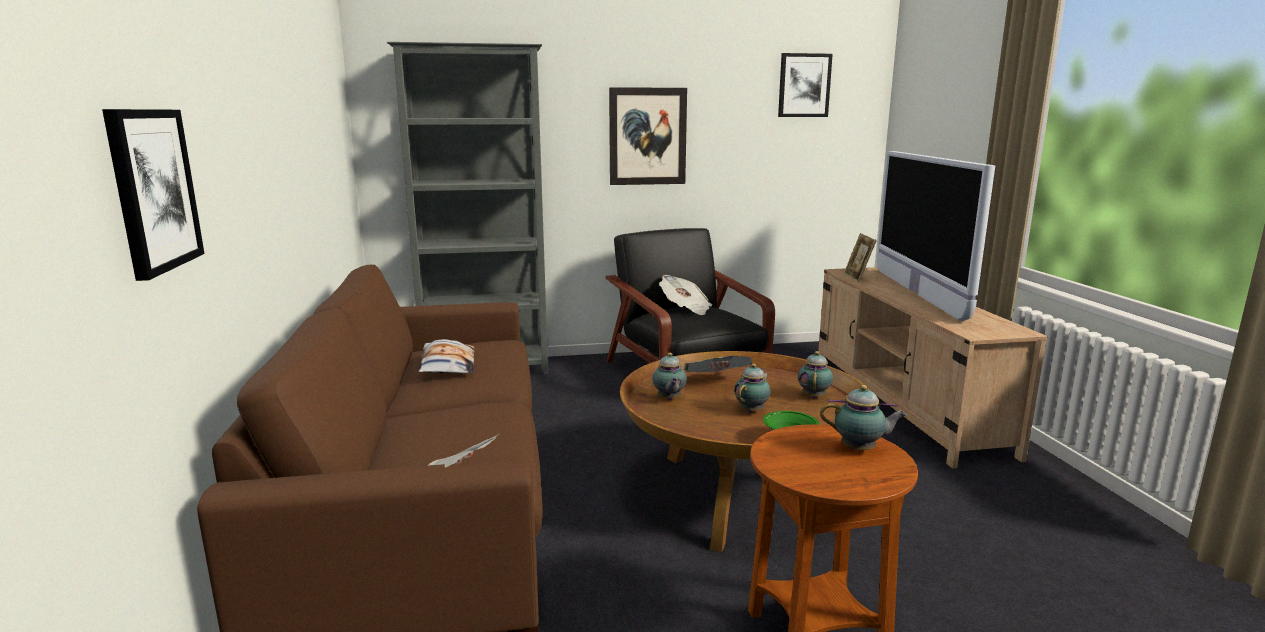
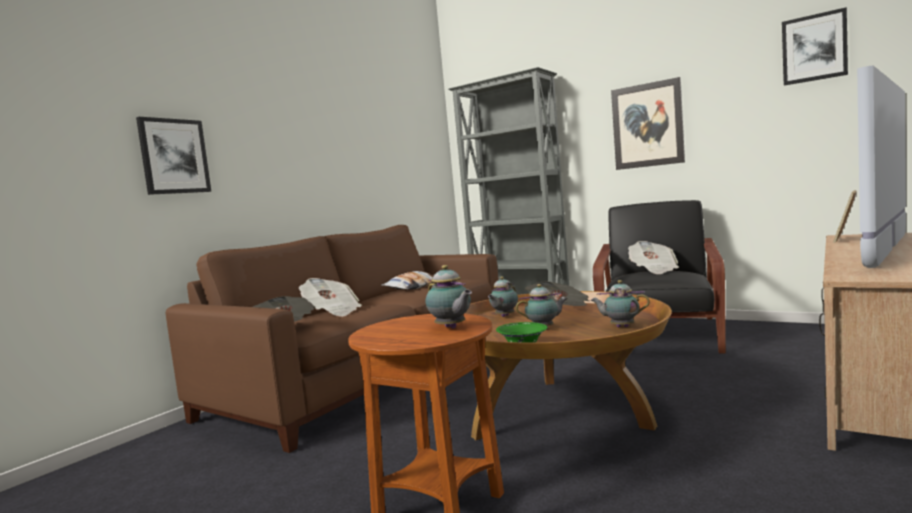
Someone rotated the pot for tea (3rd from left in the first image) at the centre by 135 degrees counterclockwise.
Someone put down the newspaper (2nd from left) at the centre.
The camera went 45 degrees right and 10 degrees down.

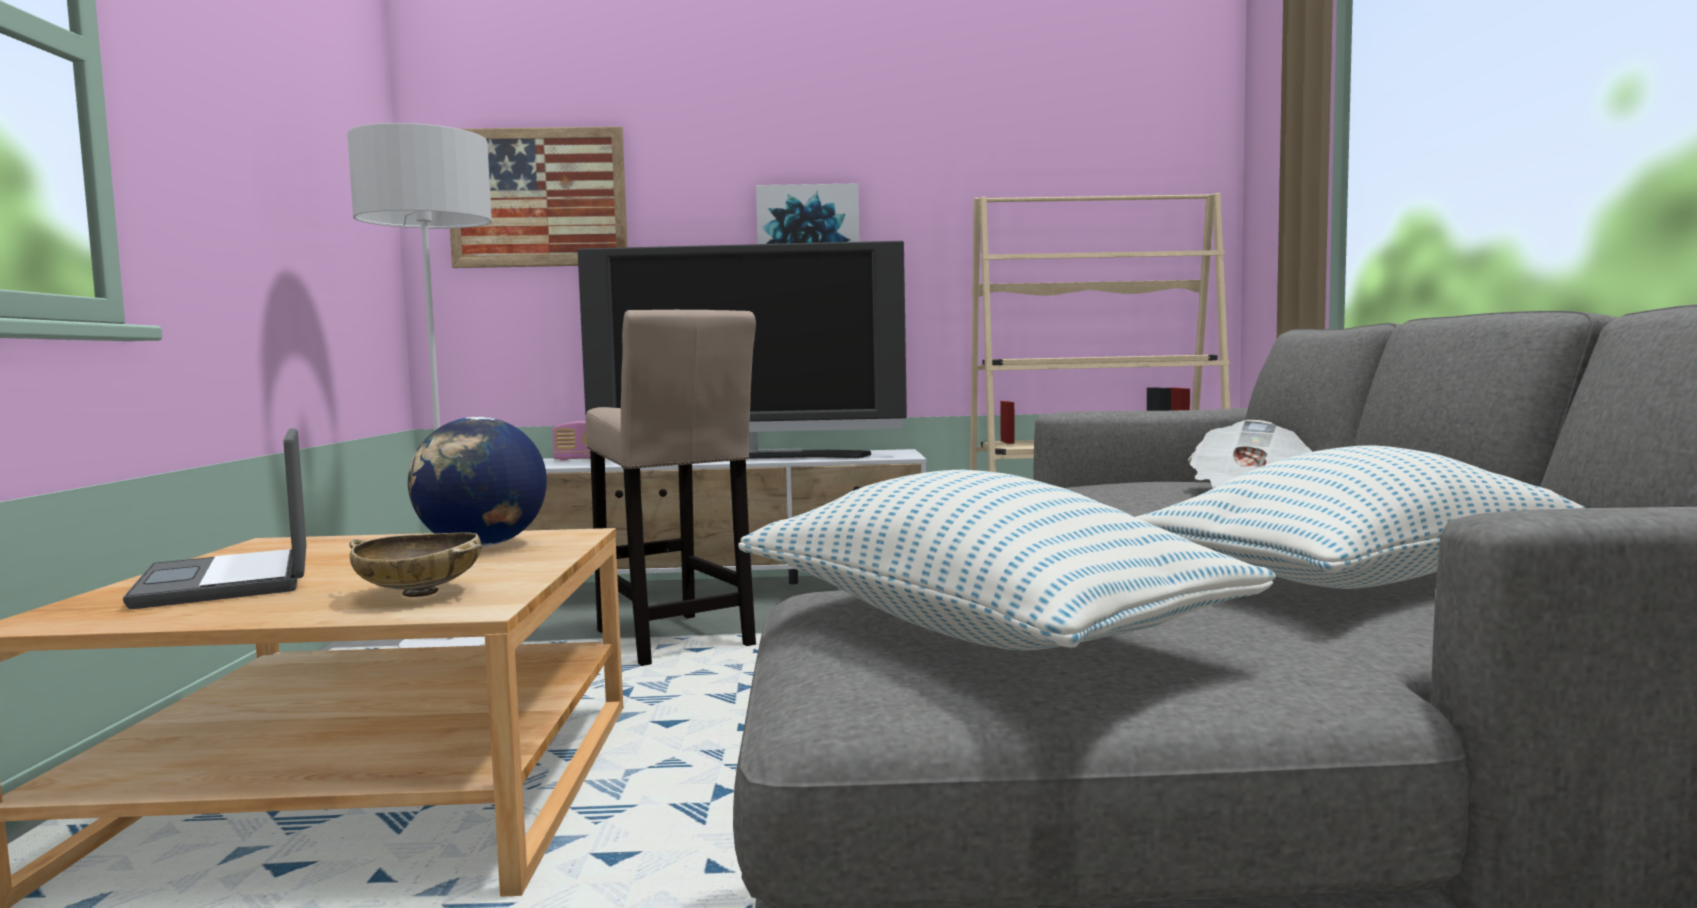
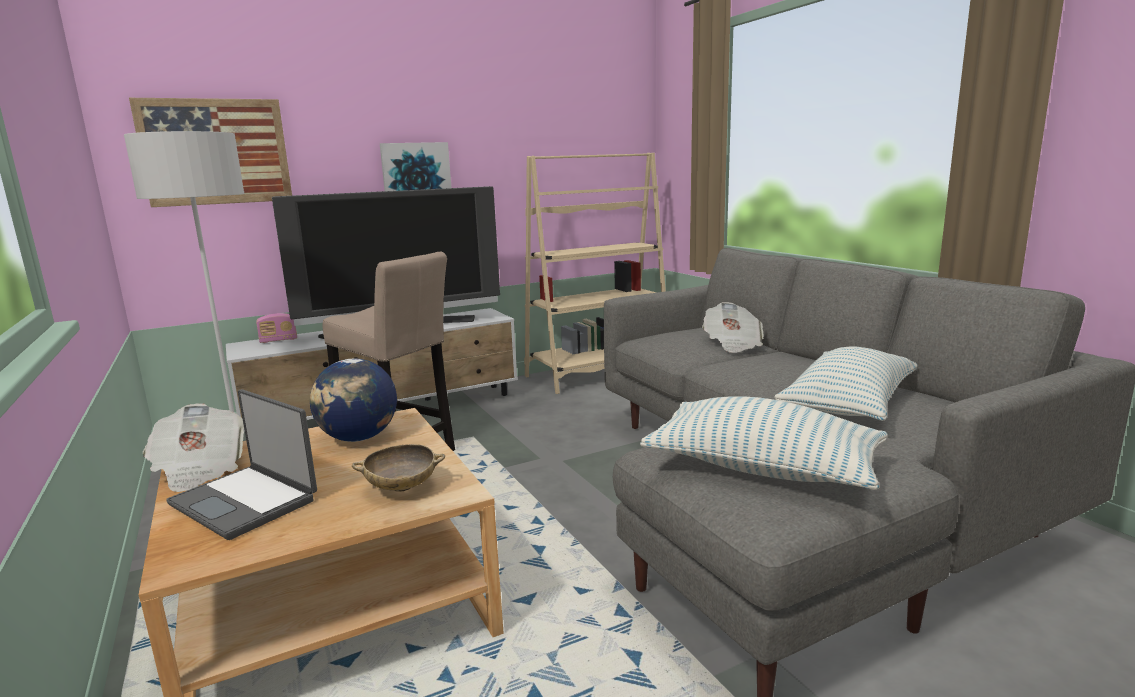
Someone put down the newspaper (1st from left) at the middle left.
The camera went 25 degrees left and 10 degrees up.

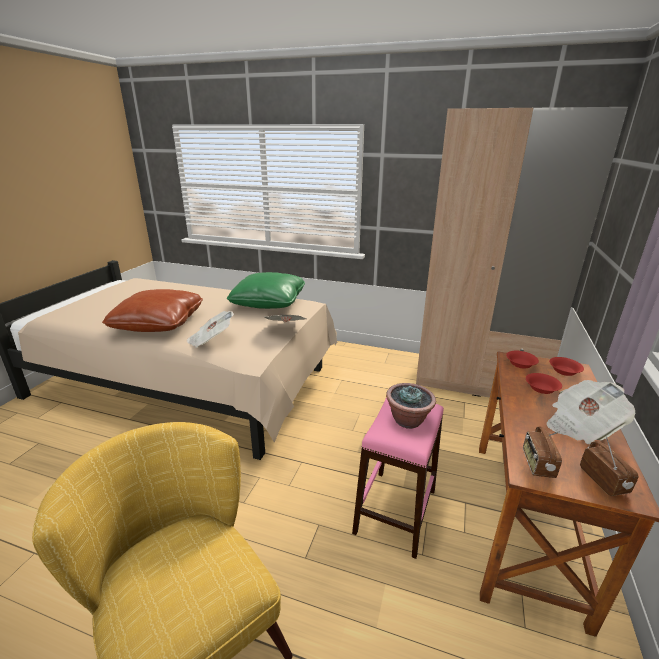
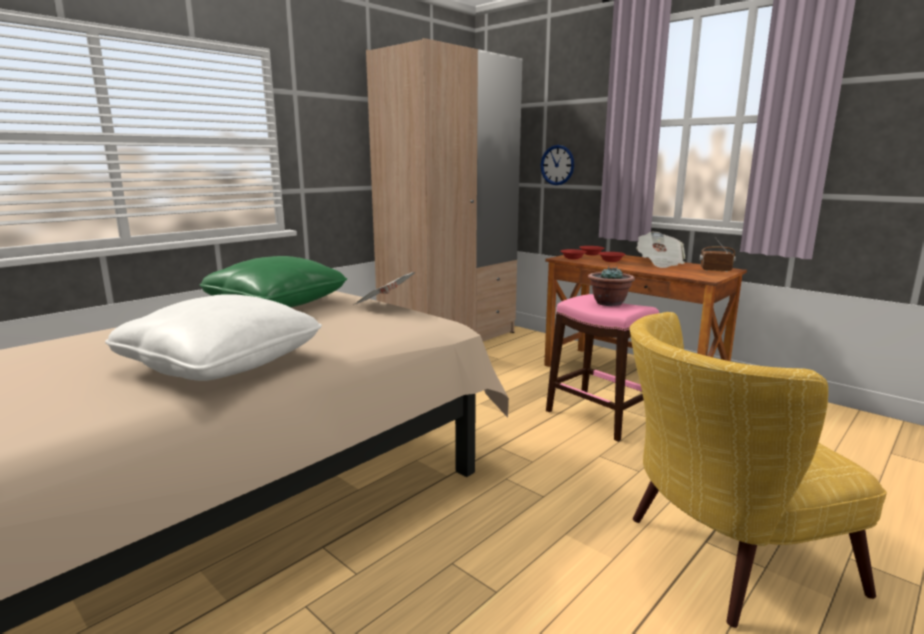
Someone repainted the brown-coloured pillow at the middle left, which became the white-coloured pillow at the middle left.
Someone took away the newspaper (1st from left) at the middle left.
Someone took away the radio receiver (1st from left) at the bottom right.
Someone put up the clock on the wall at the top centre.
The camera went 65 degrees left and 10 degrees down.

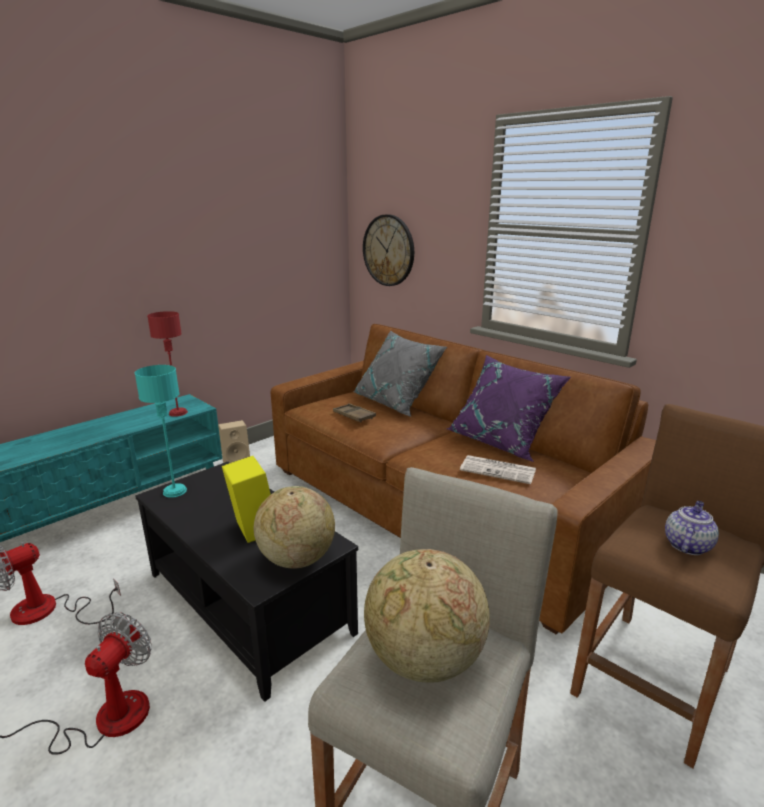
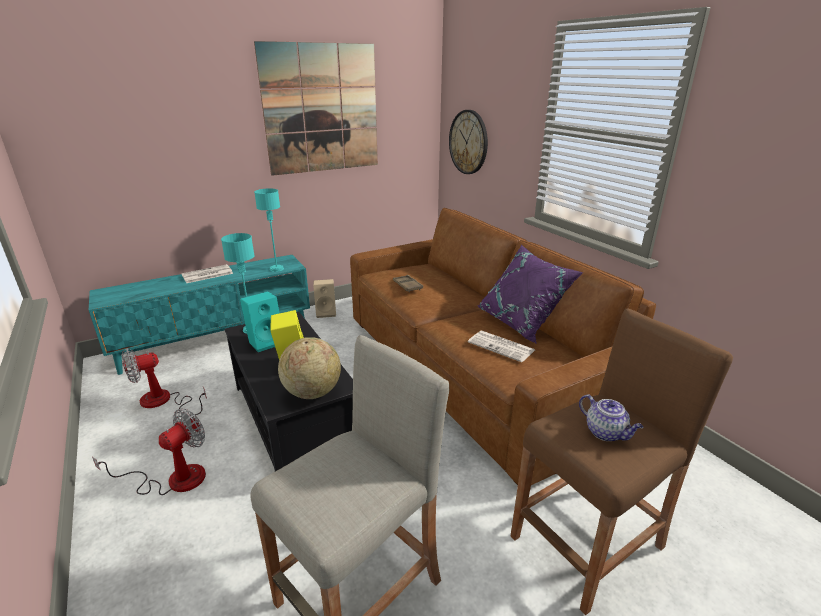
Someone repainted the red-coloured tabletop lamp at the middle left, which became the turquoise-coloured tabletop lamp (2nd from left) at the middle left.
Someone took away the gray pillow at the centre.
Someone rotated the pot for tea at the middle right by 90 degrees clockwise.
Someone took away the globe (2nd from left) at the bottom centre.
Someone put up the picture at the top centre.
Someone put down the newspaper (1st from left) at the middle left.
Someone put down the turquoise-coloured loudspeaker at the middle left.
The camera went 15 degrees right and 5 degrees up.

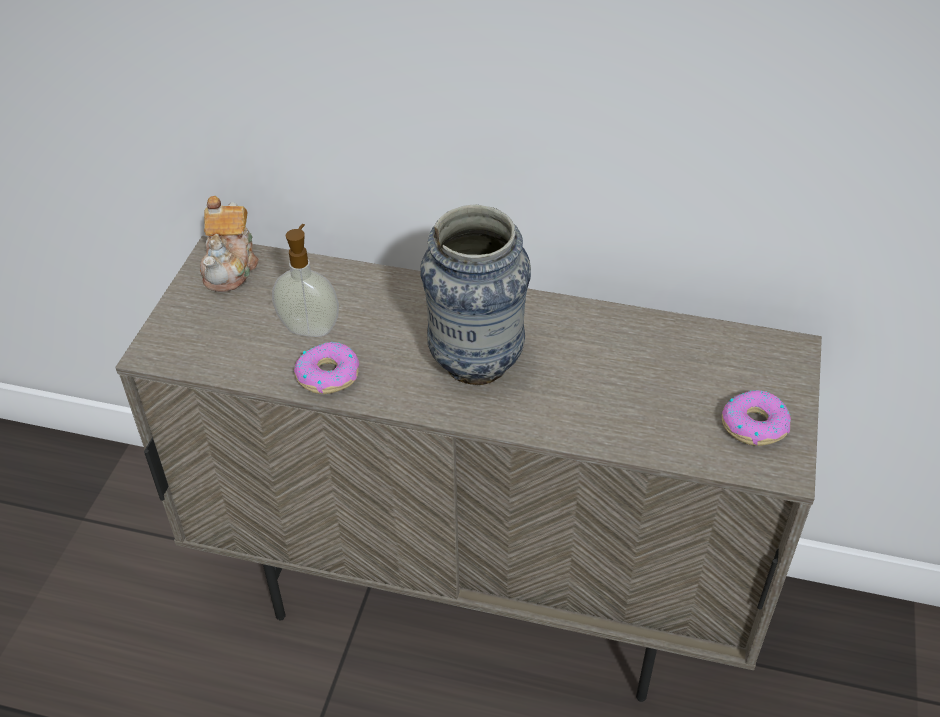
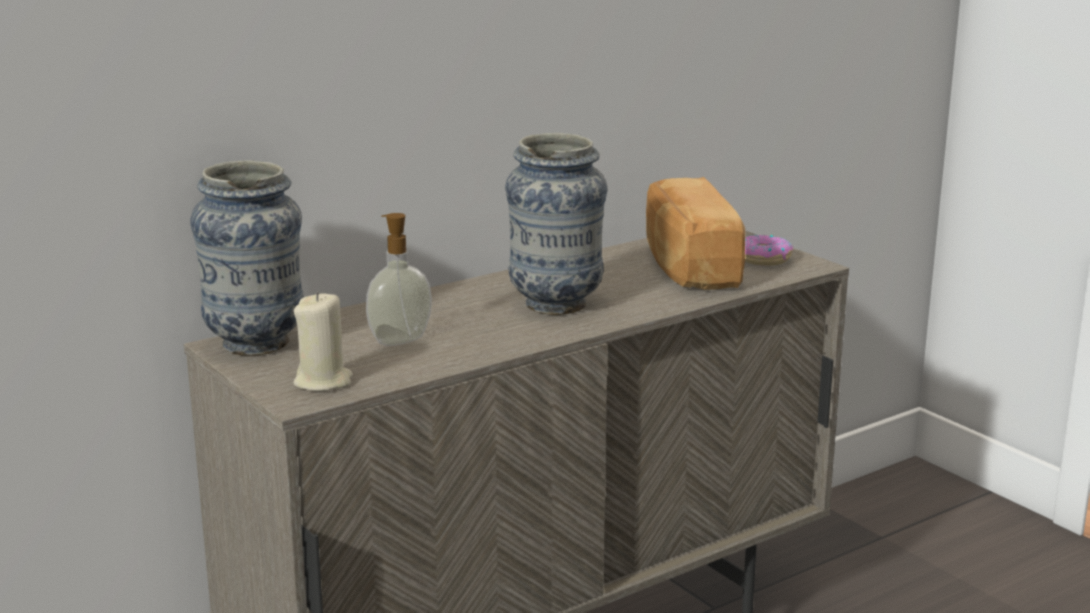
Someone swapped the pot for tea at the middle left for the flower vase (1st from left) at the middle left.
Someone took away the doughnut (1st from left) at the centre.
Someone put down the bakery bread at the centre.
Someone put down the beige candle at the middle left.
The camera went 50 degrees left and 25 degrees down.

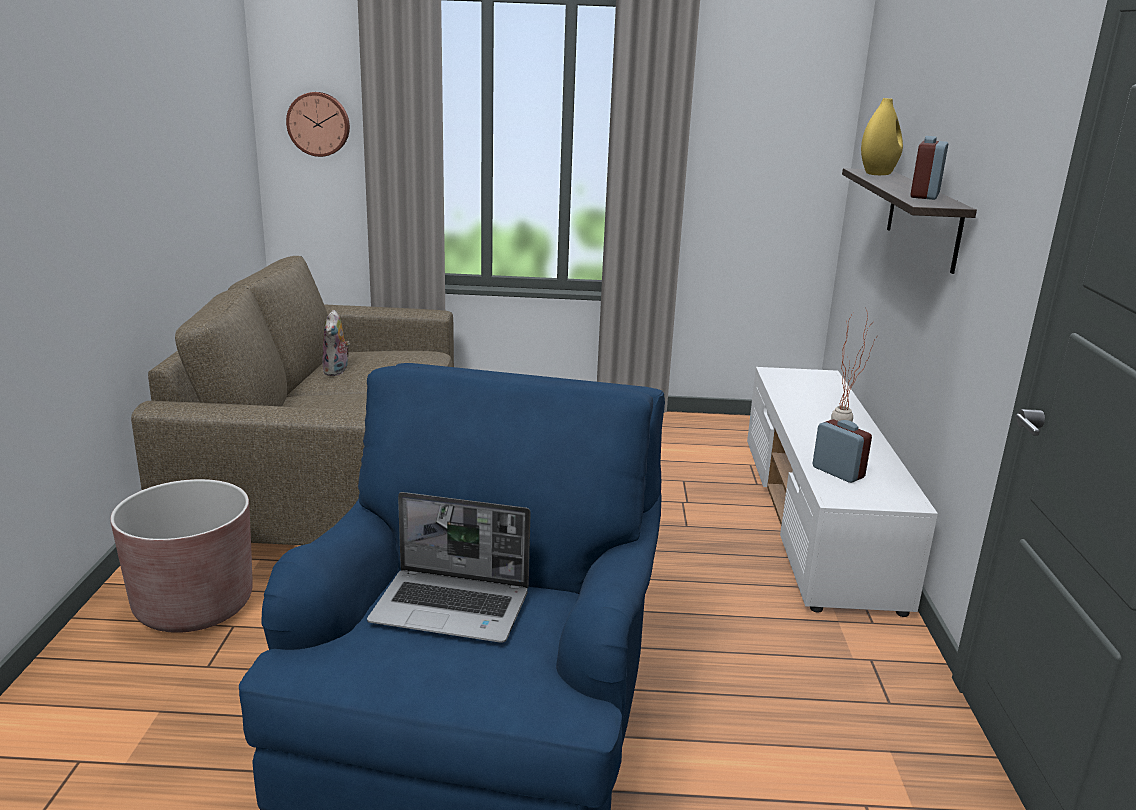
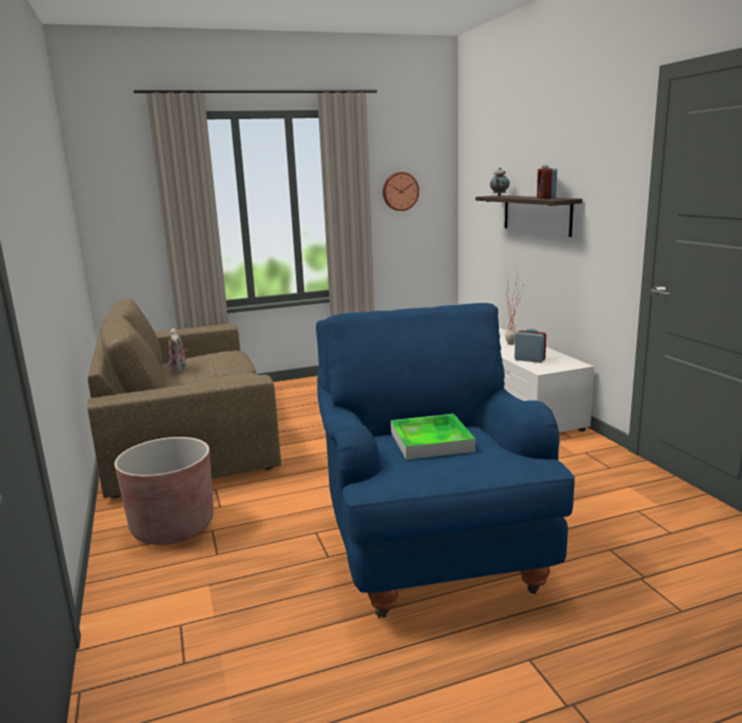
Someone carried the clock on the wall from the top left to the top centre.
Someone swapped the yellow flower vase at the top right for the pot for tea at the top right.
Someone swapped the laptop at the bottom centre for the serving tray at the centre.
The camera went 20 degrees left and 5 degrees down.

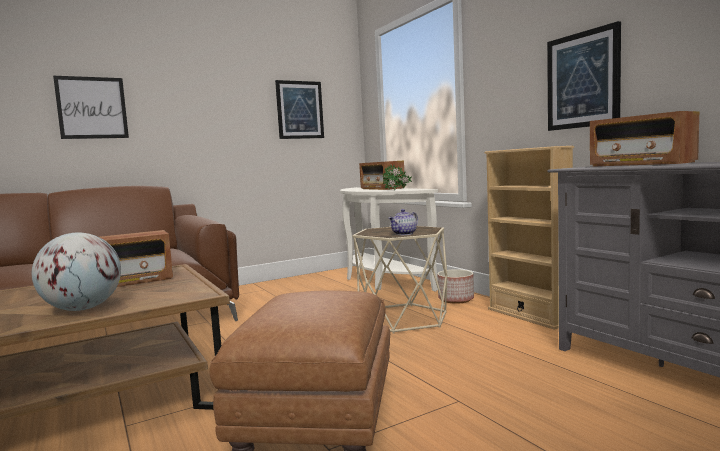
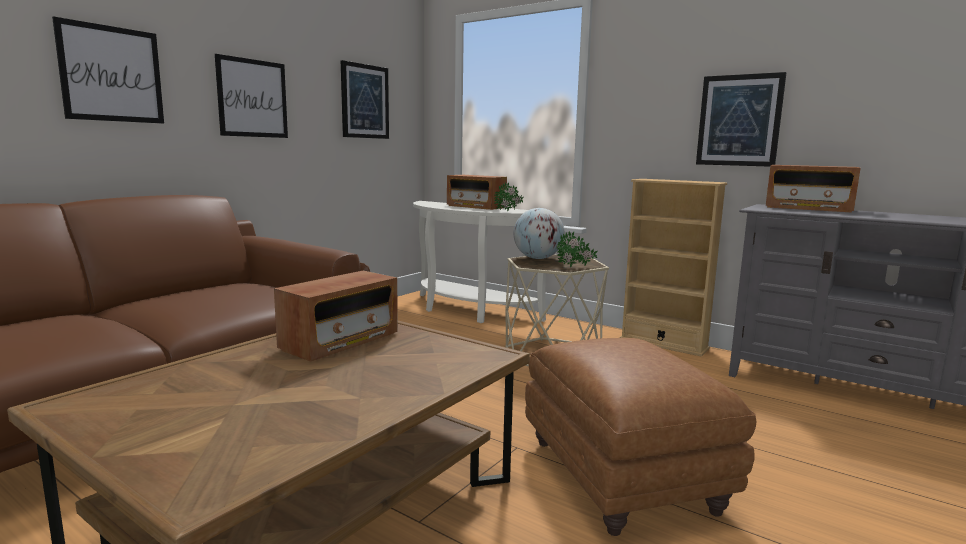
Someone swapped the pot for tea at the centre for the houseplant (2nd from left) at the centre.
Someone carried the globe from the middle left to the centre.
Someone took away the plant pot at the centre.
Someone put up the picture (2nd from left) at the top left.
The camera went 25 degrees left and 5 degrees up.

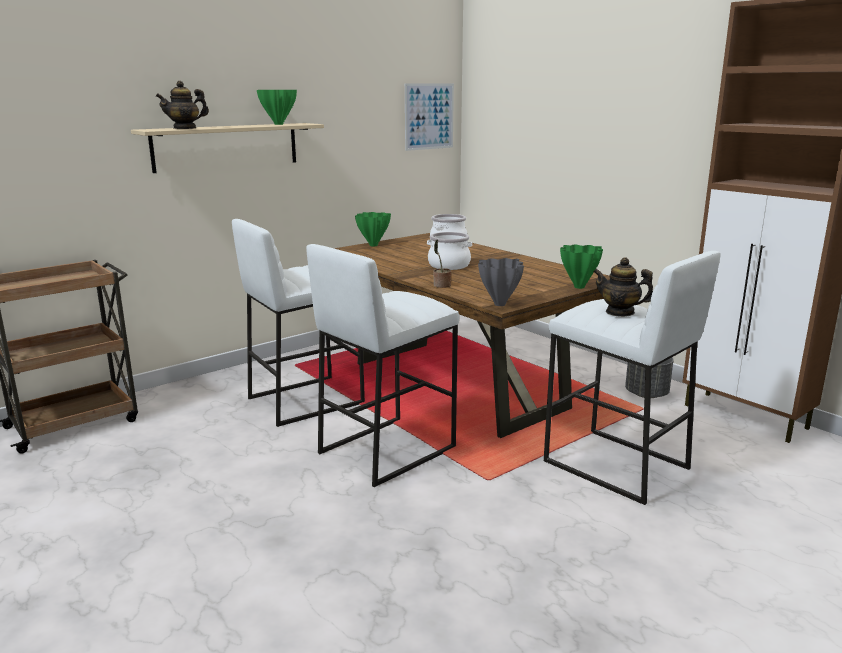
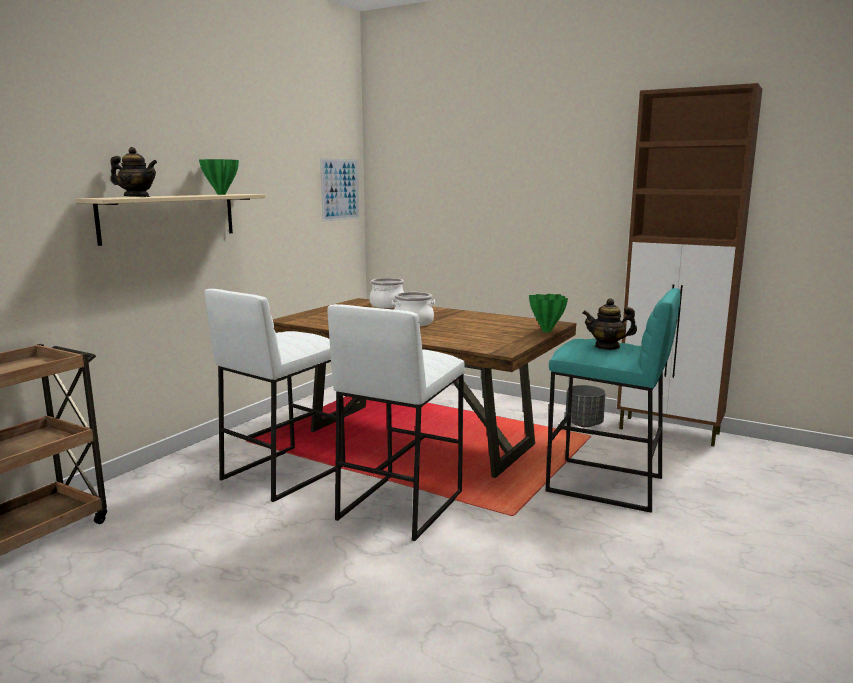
Someone rotated the pot for tea (1st from left) at the top left by 120 degrees counterclockwise.
Someone took away the green-coloured flower vase (2nd from left) at the centre.
Someone took away the houseplant at the centre.
Someone repainted the white-coloured sitting stool (3rd from left) at the middle right, which became the turquoise-coloured sitting stool at the middle right.
Someone took away the gray flower vase at the centre.
The camera went 20 degrees left and 5 degrees down.

